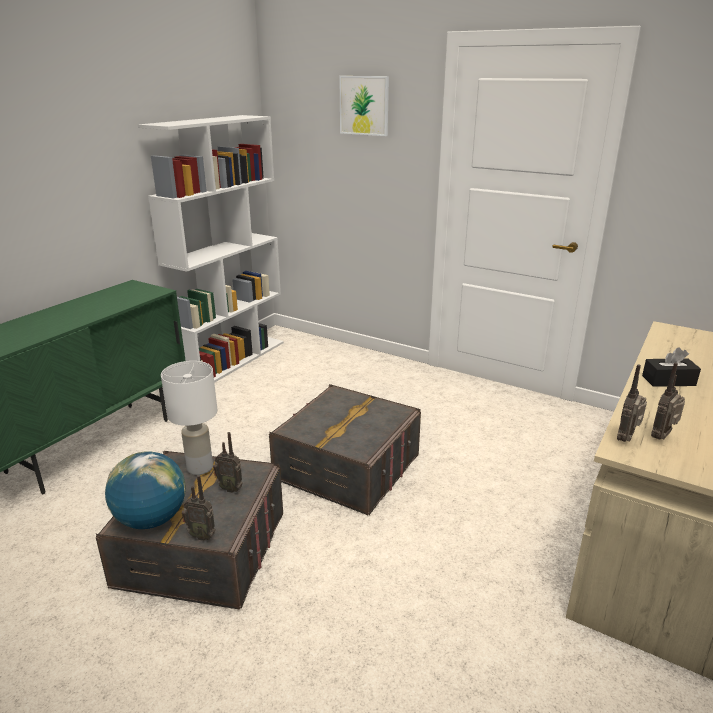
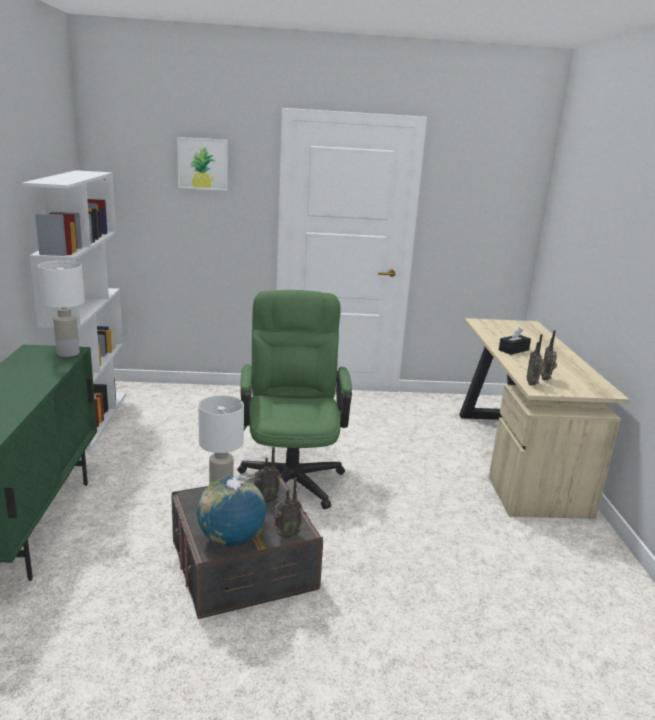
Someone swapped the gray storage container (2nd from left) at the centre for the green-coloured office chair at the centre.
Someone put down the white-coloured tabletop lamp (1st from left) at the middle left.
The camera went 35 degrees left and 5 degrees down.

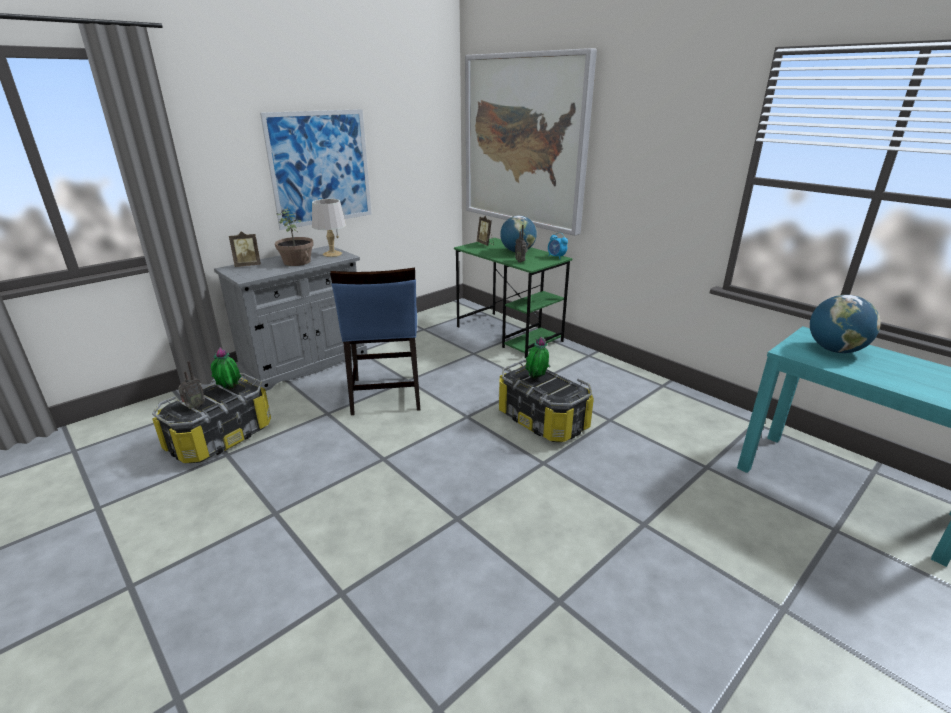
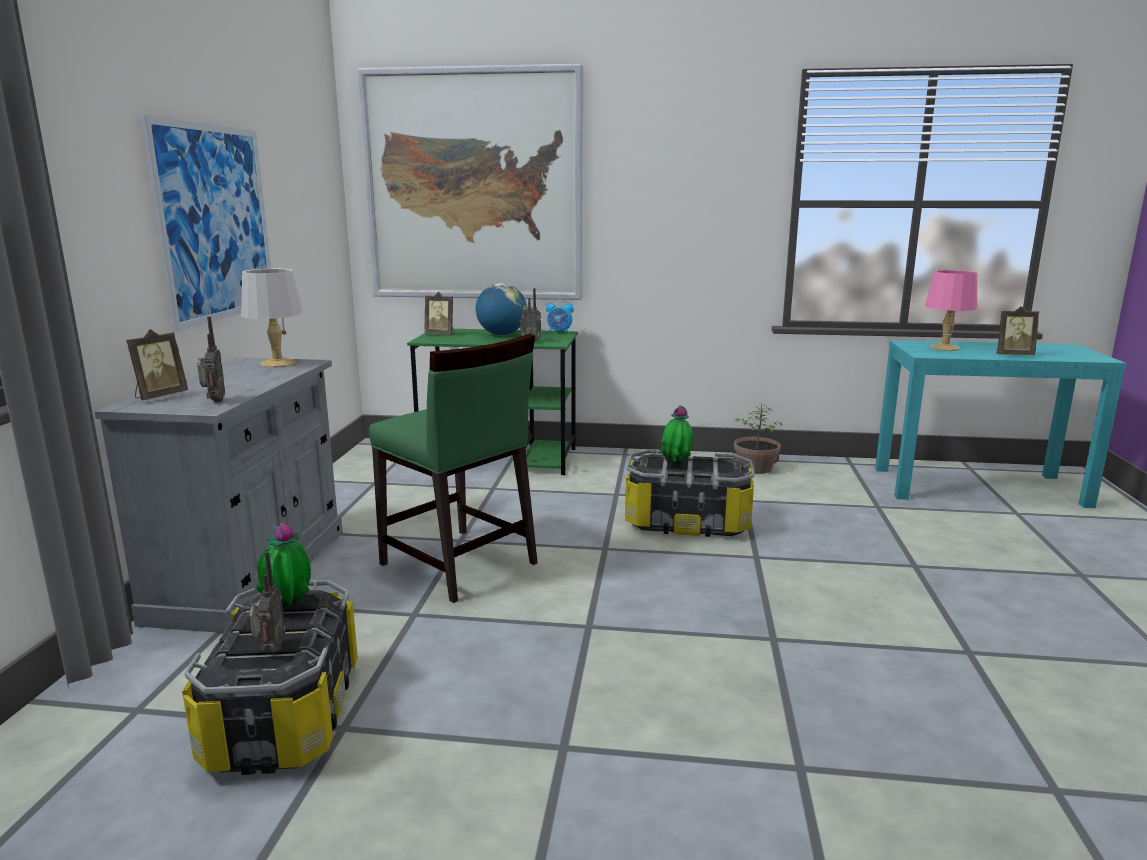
Someone carried the houseplant (2nd from left in the first image) from the top left to the centre.
Someone repainted the blue-coloured plain chair at the centre, which became the green-coloured plain chair at the centre.
Someone swapped the globe (2nd from left) at the middle right for the pink tabletop lamp at the middle right.
Someone put down the picture frame (3rd from left) at the middle right.
Someone put down the radio receiver (1st from left) at the middle left.
The camera went 40 degrees left and 10 degrees down.

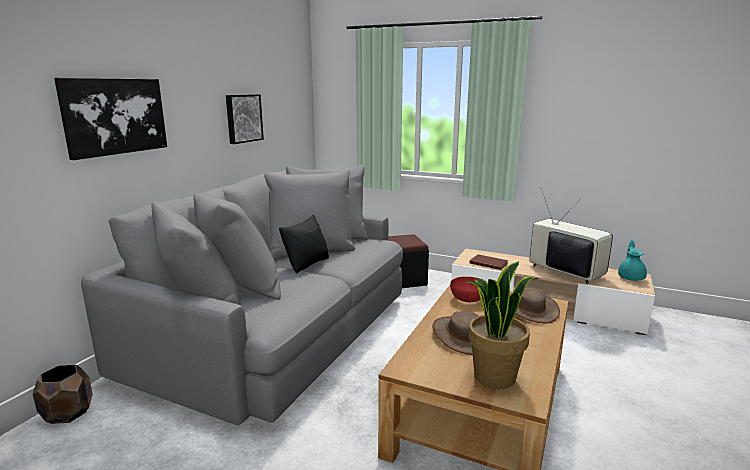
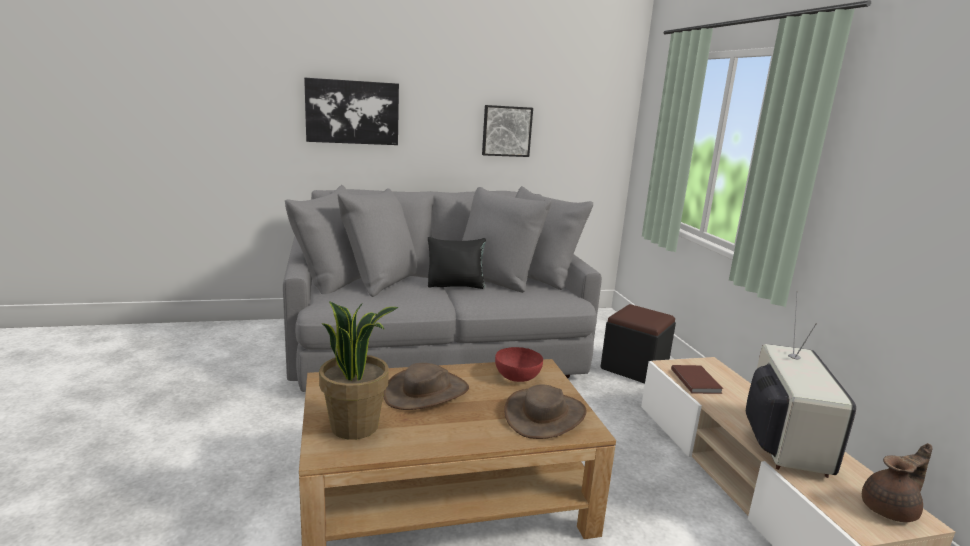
Someone repainted the turquoise-coloured pot for tea at the middle right, which became the brown-coloured pot for tea at the bottom right.
Someone took away the brown-coloured plant pot at the bottom left.
The camera went 50 degrees right and 0 degrees up.

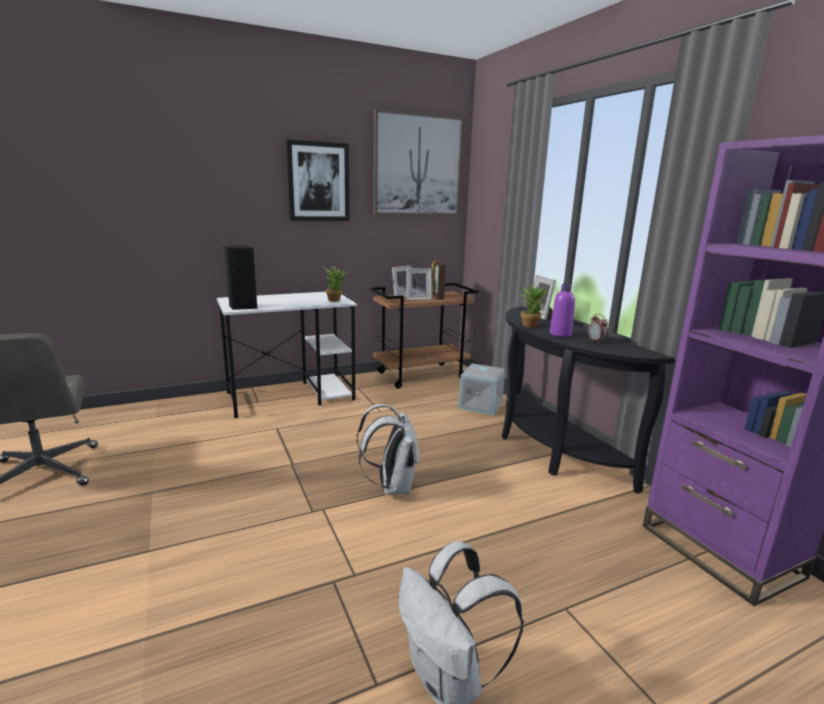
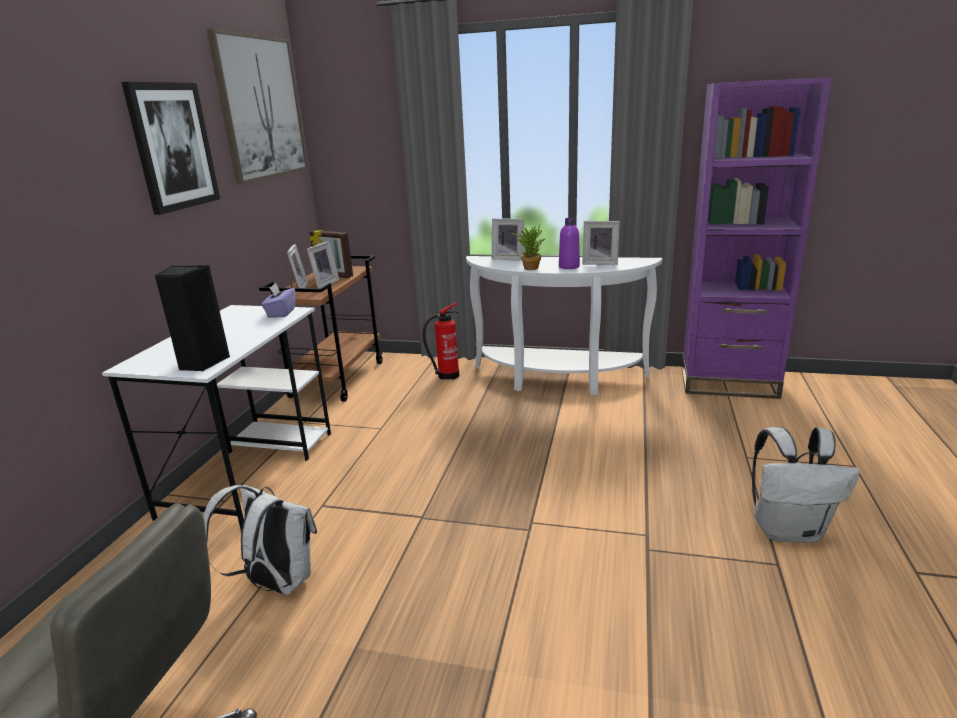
Someone swapped the houseplant (1st from left) at the centre for the purple tissue box at the middle left.
Someone repainted the black-coloured console table at the middle right, which became the white-coloured console table at the centre.
Someone swapped the alarm clock at the middle right for the picture frame (5th from left) at the centre.
Someone swapped the gray storage container at the centre for the fire extinguisher at the centre.
Someone carried the white-coloured knapsack (1st from left) from the centre to the bottom left.
The camera went 50 degrees left and 5 degrees up.

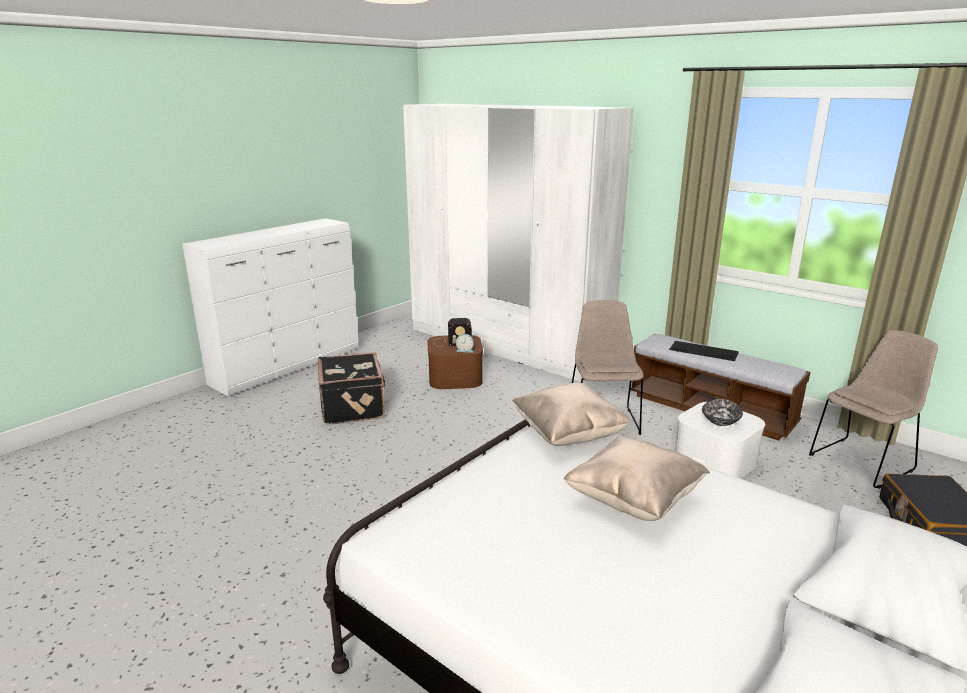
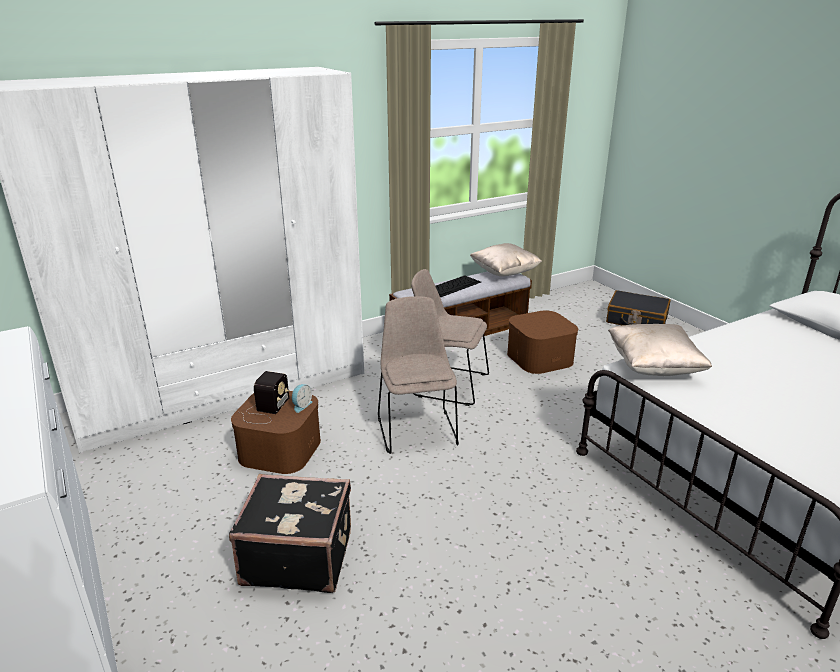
Someone carried the beige plain chair (2nd from left in the first image) from the middle right to the centre.
Someone took away the serving bowl at the middle right.
Someone repainted the white-coloured storage container at the middle right, which became the brown-coloured storage container (2nd from left) at the centre.
Someone carried the beige pillow (2nd from left in the first image) from the bottom centre to the centre.
The camera went 70 degrees left and 5 degrees up.

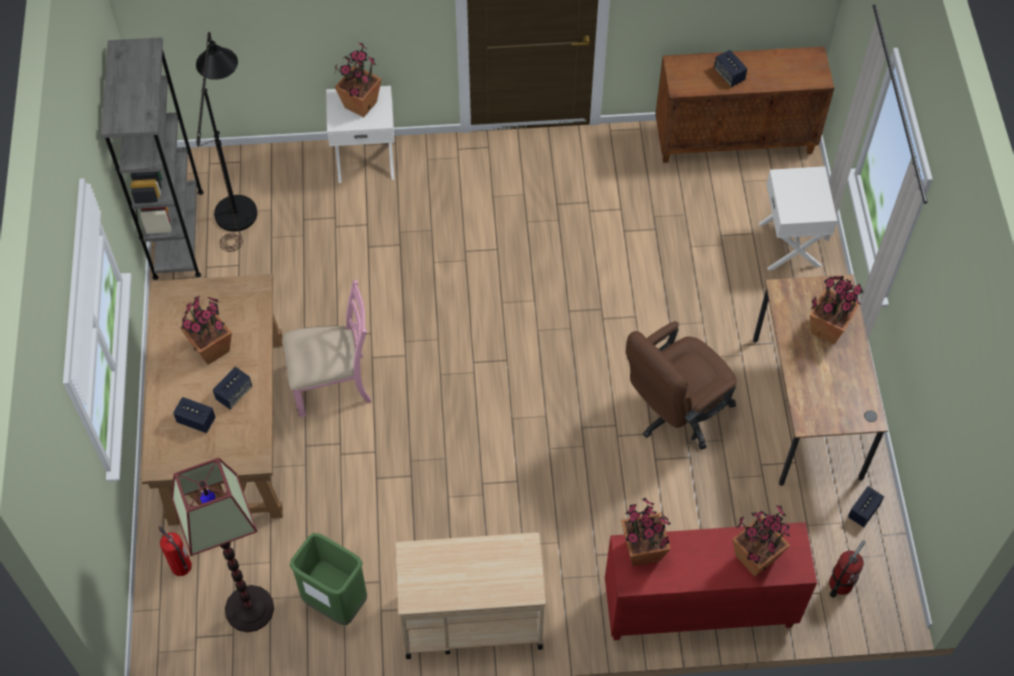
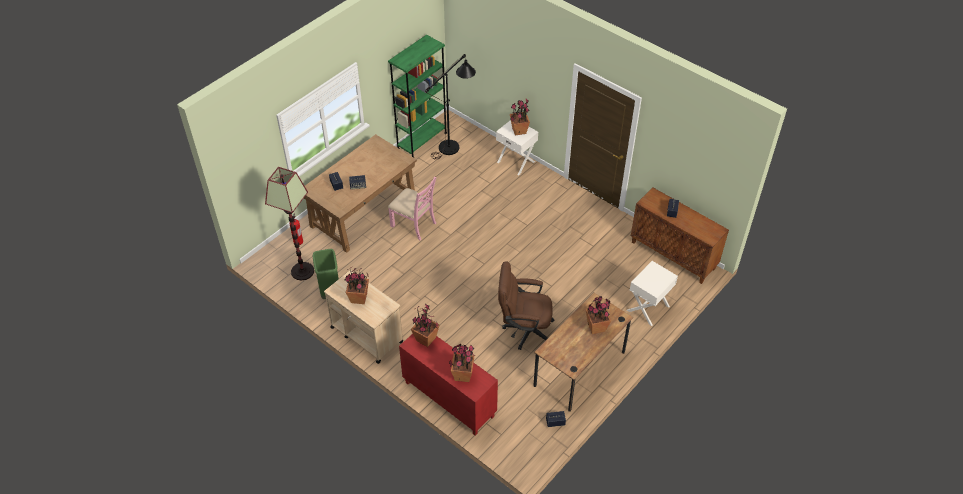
Someone repainted the gray bookshelf at the top left, which became the green-coloured bookshelf at the top centre.
Someone carried the houseplant (1st from left) from the middle left to the centre.
Someone took away the fire extinguisher (2nd from left) at the bottom right.
The camera went 45 degrees right and 10 degrees down.

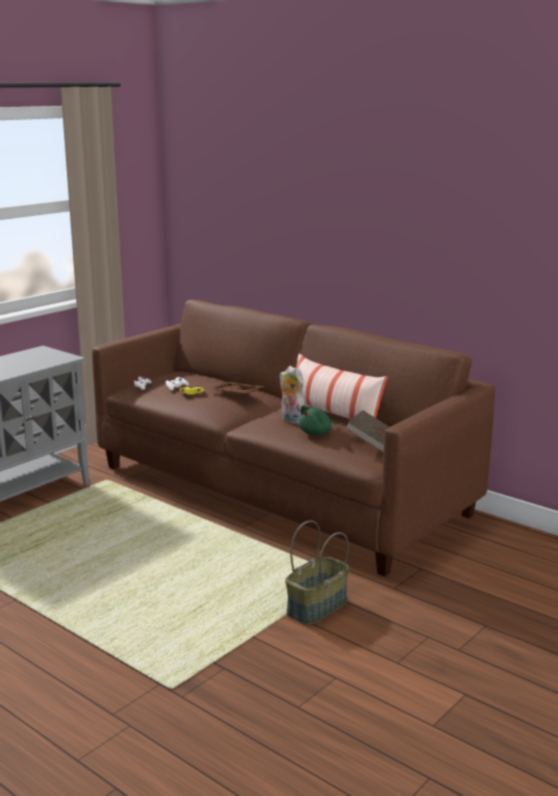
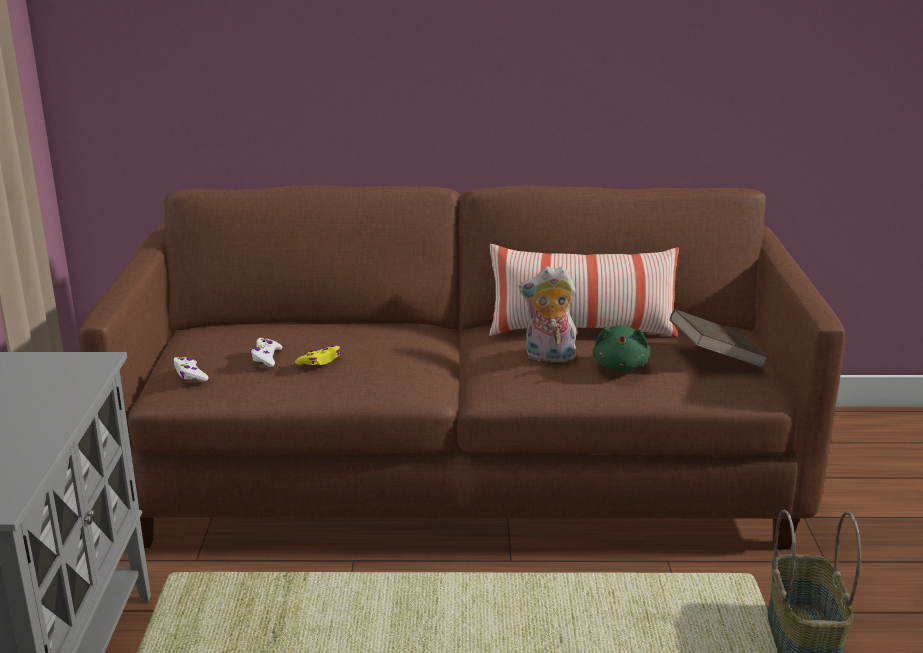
Someone took away the brown-coloured serving tray at the centre.
The camera went 40 degrees left and 5 degrees up.

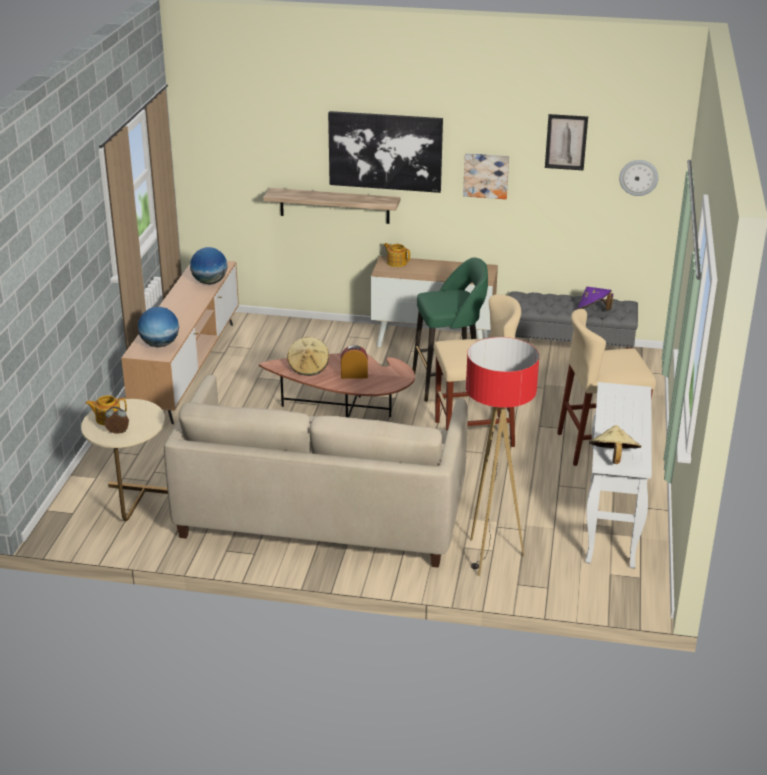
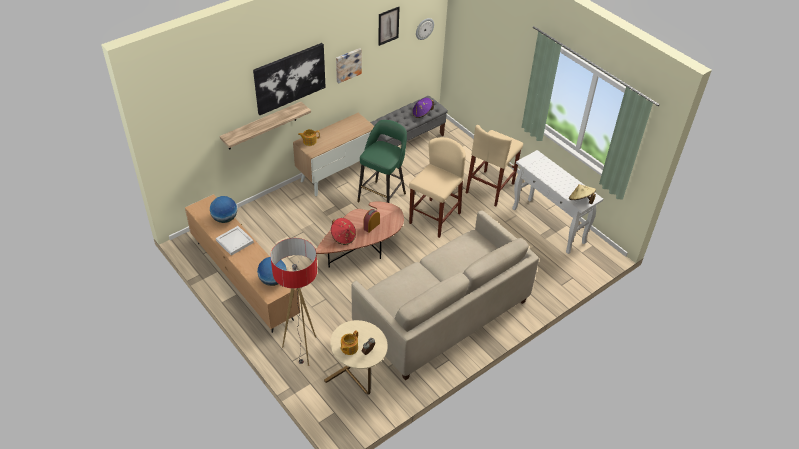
Someone repainted the beige hat (1st from left) at the centre, which became the red-coloured hat at the centre.
Someone carried the floor lamp from the centre to the bottom centre.
Someone put down the white-coloured serving tray at the middle left.
The camera went 50 degrees left and 15 degrees up.

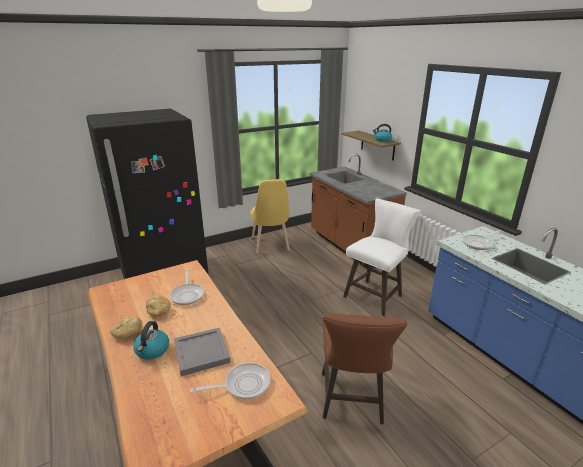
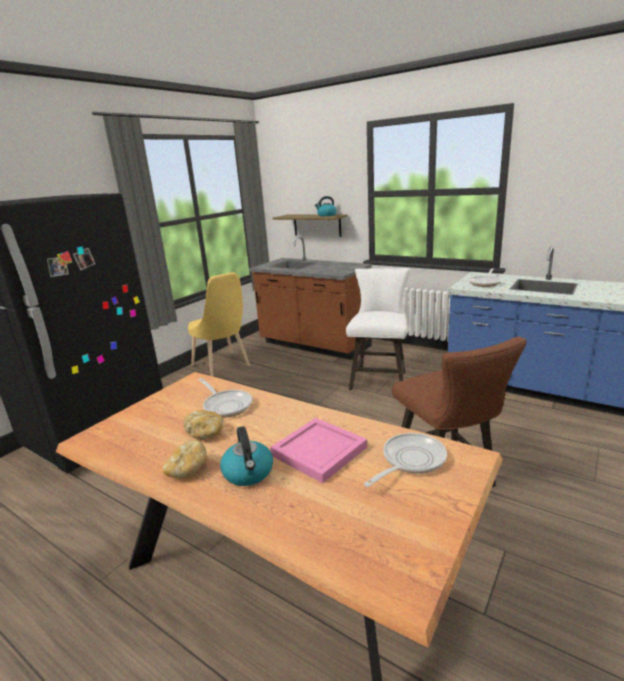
Someone repainted the gray serving tray at the bottom centre, which became the pink serving tray at the centre.
The camera went 25 degrees left and 5 degrees down.

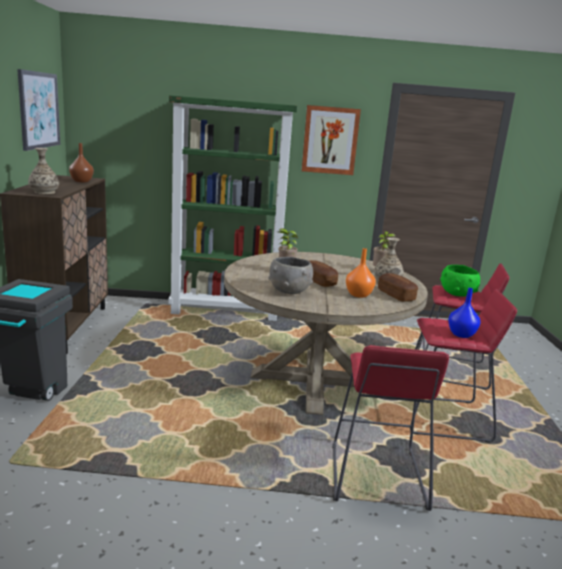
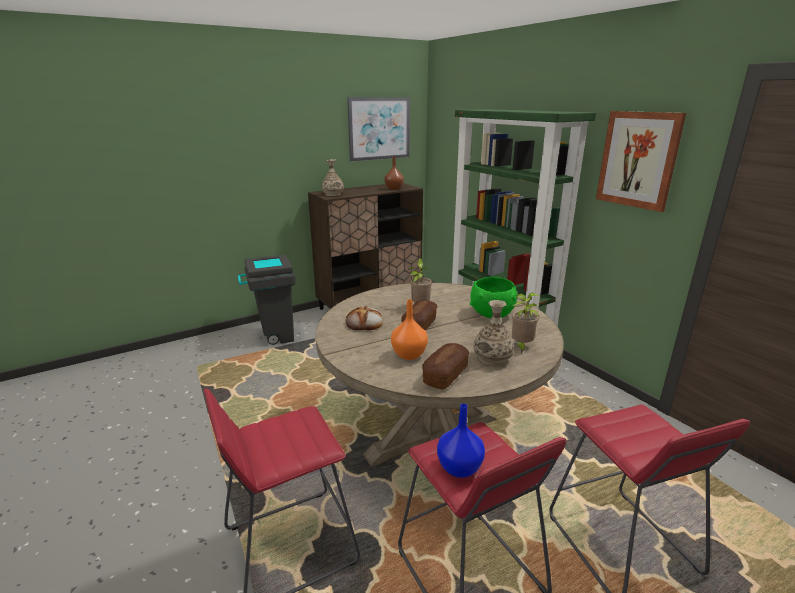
Someone swapped the gray serving bowl at the centre for the bakery bread (1st from left) at the centre.
Someone carried the green-coloured serving bowl from the middle right to the centre.
The camera went 60 degrees right and 5 degrees up.

